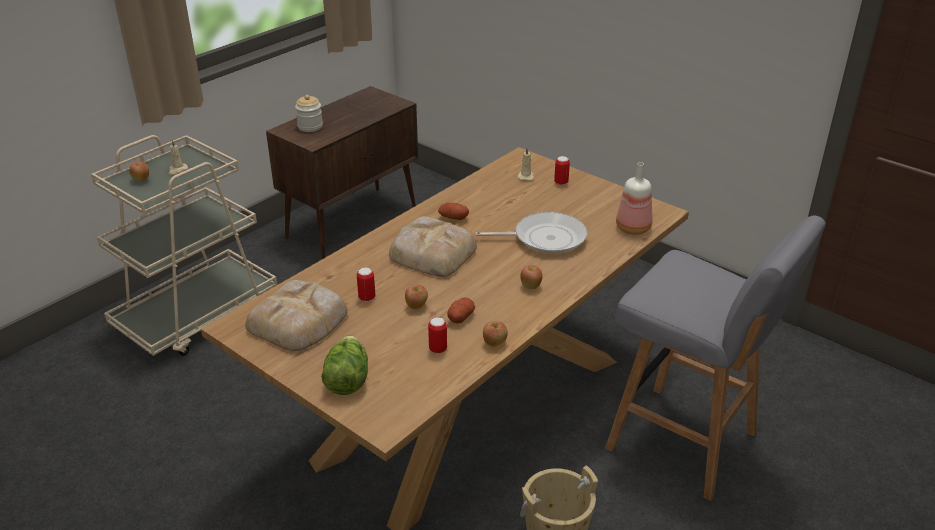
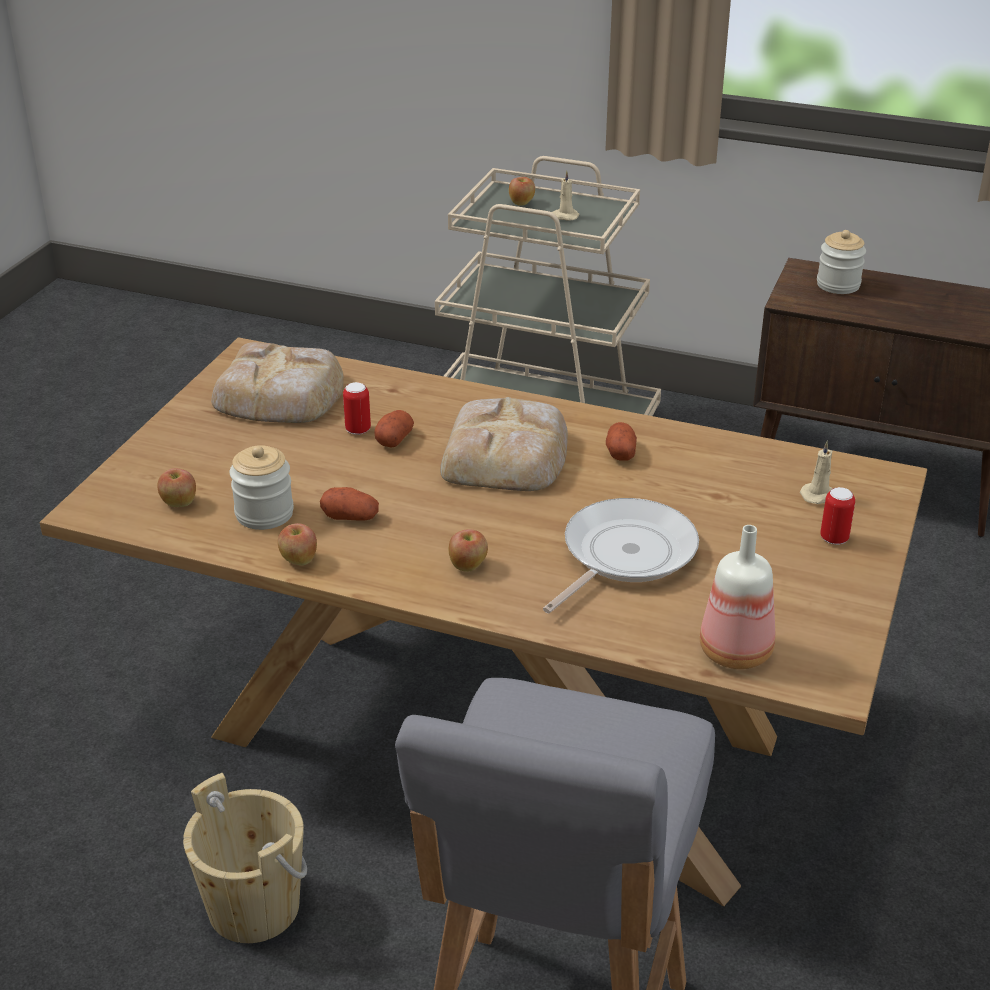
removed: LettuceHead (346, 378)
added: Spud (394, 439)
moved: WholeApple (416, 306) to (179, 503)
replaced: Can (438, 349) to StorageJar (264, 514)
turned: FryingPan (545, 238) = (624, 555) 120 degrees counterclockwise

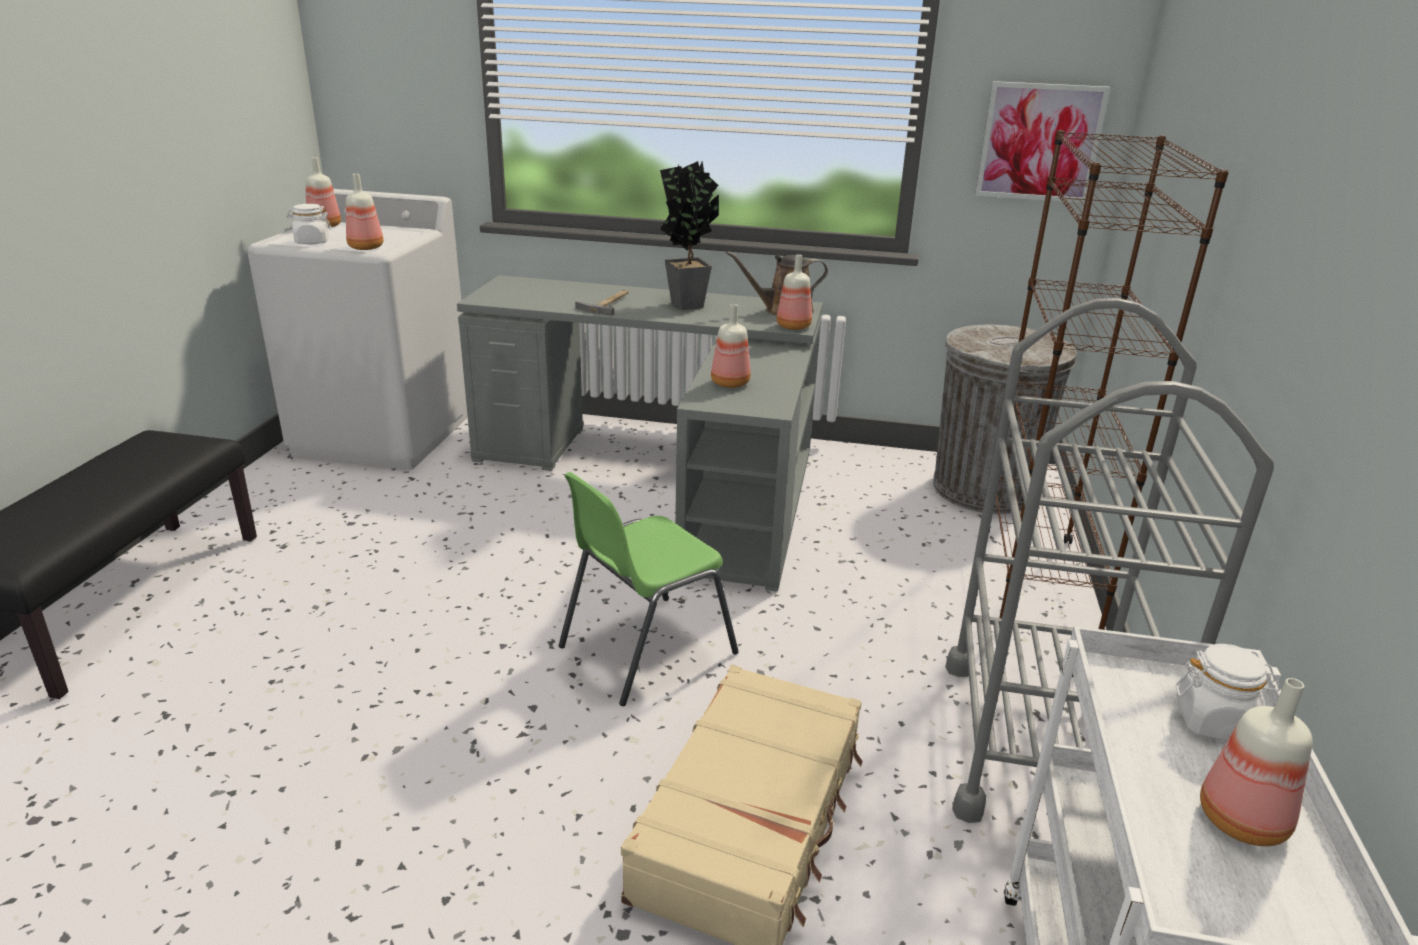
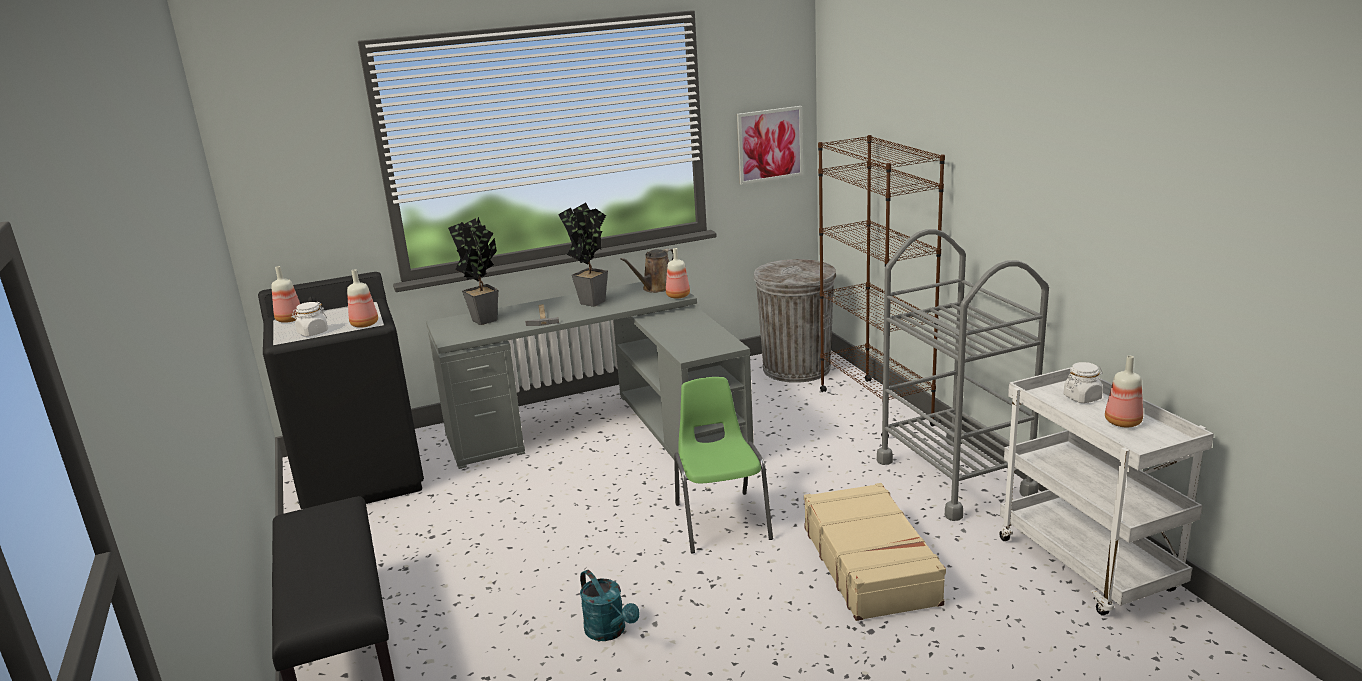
removed: Bottle (730, 384)
added: Houseplant (485, 318); BlueGreenWateringCan (610, 632)
recoloured: WhitishWashingMachine (384, 435) to BlackWashingMachine (362, 477)
turned: GreenChair (644, 649) = (721, 520) 150 degrees clockwise

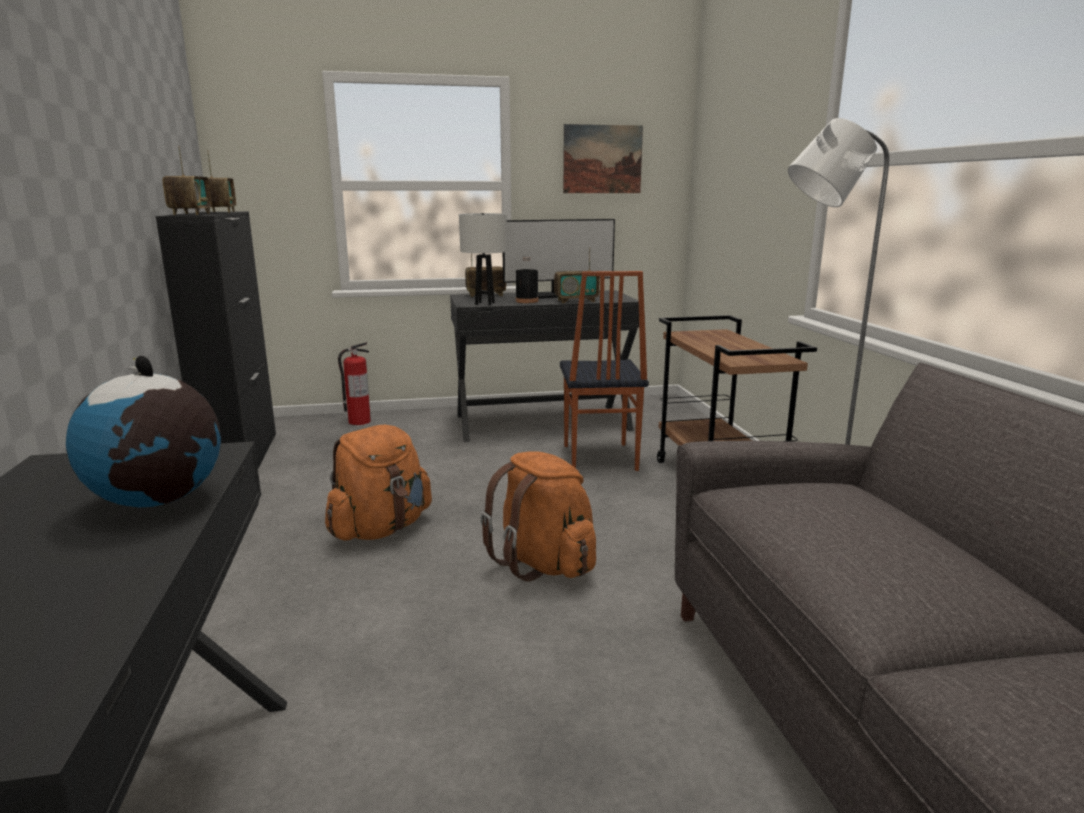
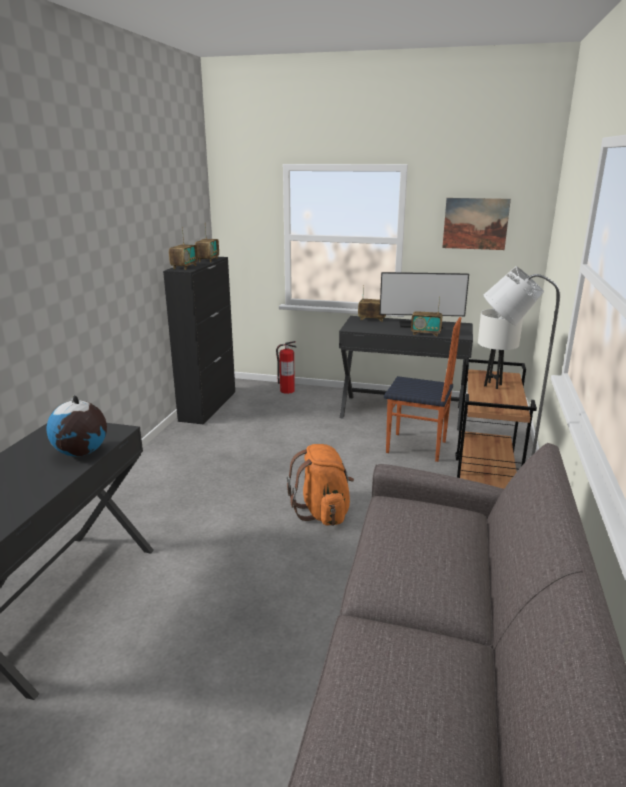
removed: BlackBottle (527, 301); OrangeColouredBackpack (381, 529)
moved: WhitishTabletopLamp (484, 303) to (492, 385)
turned: Chair (598, 458) = (416, 447) 90 degrees counterclockwise

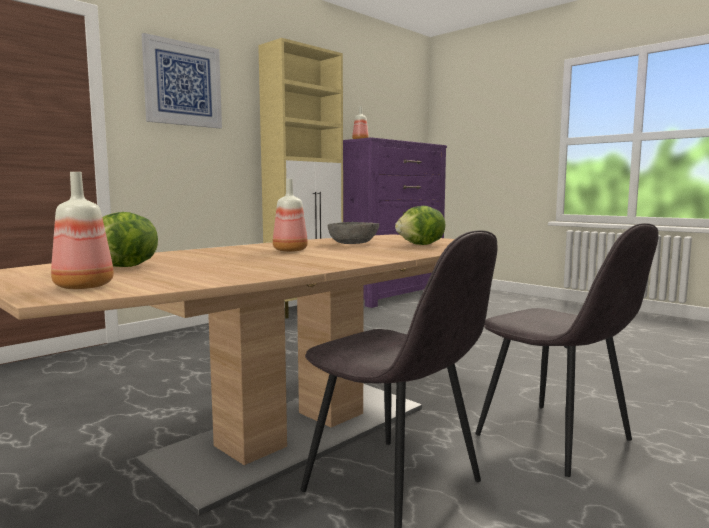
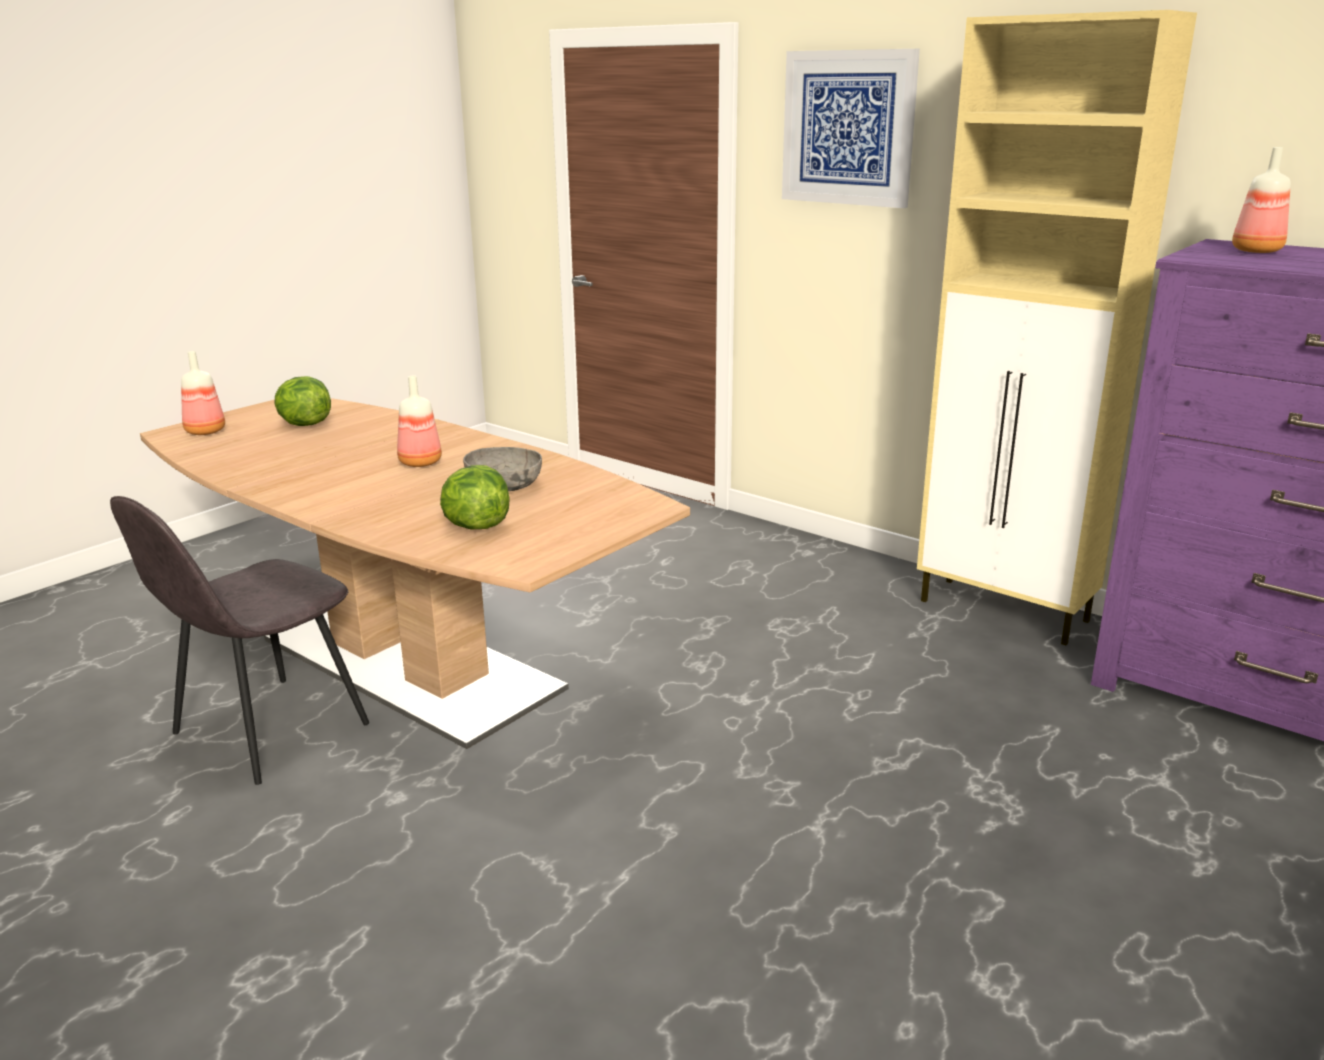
removed: GrayChair (556, 439)

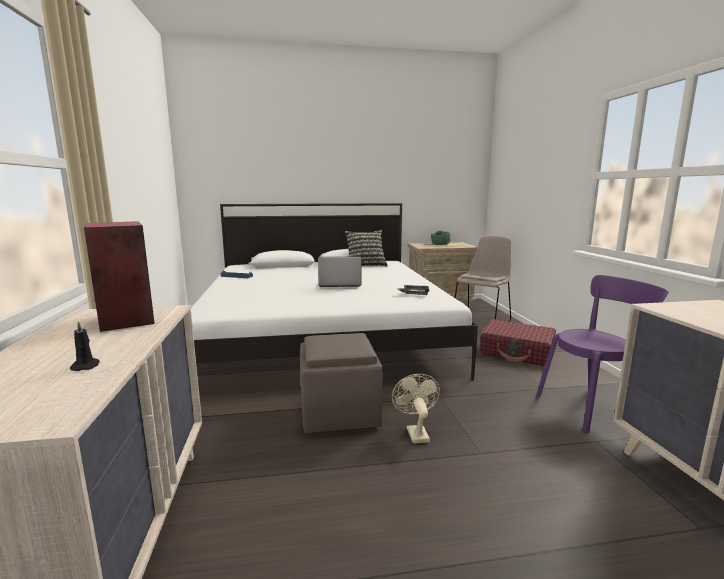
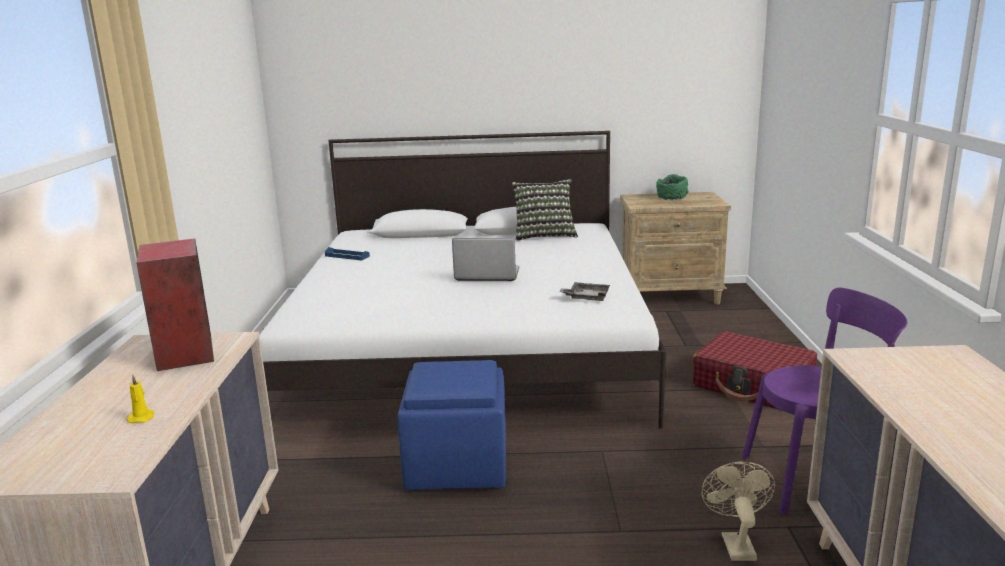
removed: SandColouredChair (481, 321)
moved: SandColouredCoolingFan (415, 432) to (735, 543)
recoloured: BlackCandle (86, 366) to YellowColouredCandle (142, 417); BrownColouredFootrest (340, 412) to BlueFootrest (458, 464)

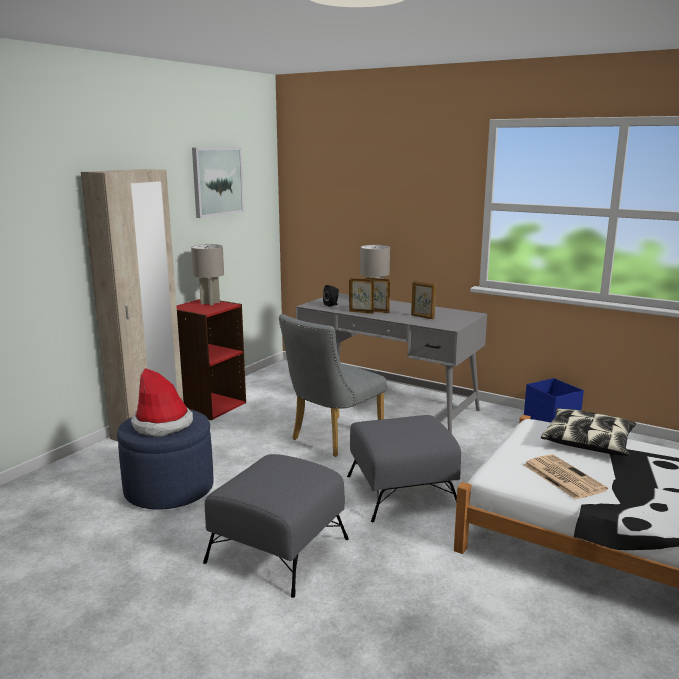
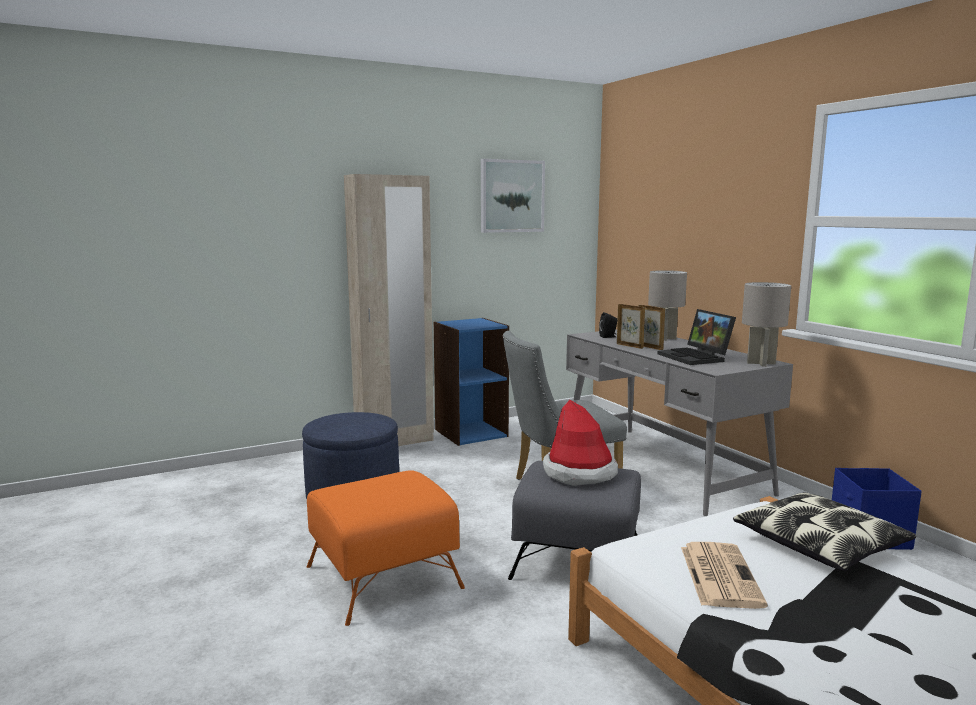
moved: GrayTabletopLamp (209, 303) to (760, 363); ClothingHat (163, 424) to (580, 472)
replaced: PhotoFrame (422, 317) to Laptop (696, 357)
recoloured: RedShelvingUnit (209, 406) to BlueShelvingUnit (471, 433); GrayFootrest (279, 550) to OrangeColouredFootrest (384, 577)

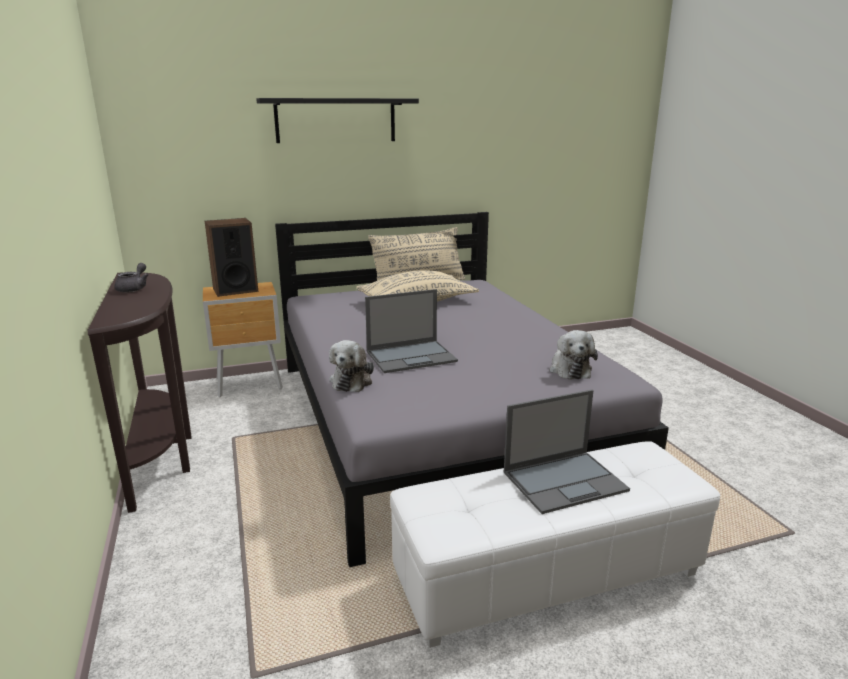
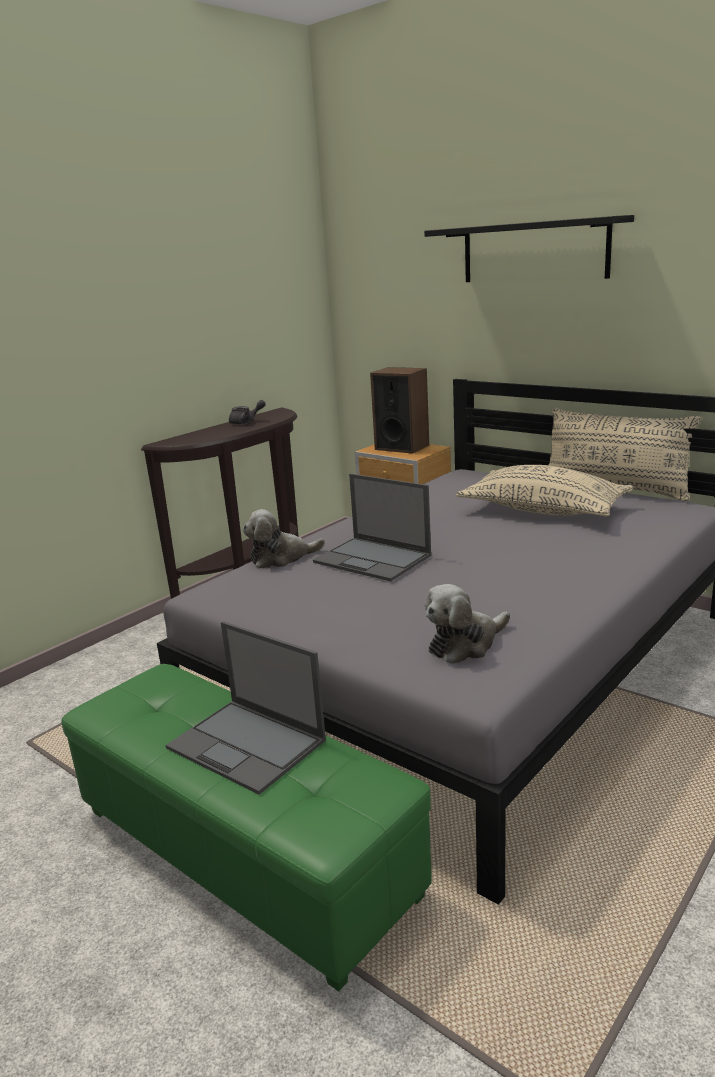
recoloured: WhitishFootrest (547, 573) to GreenFootrest (246, 851)

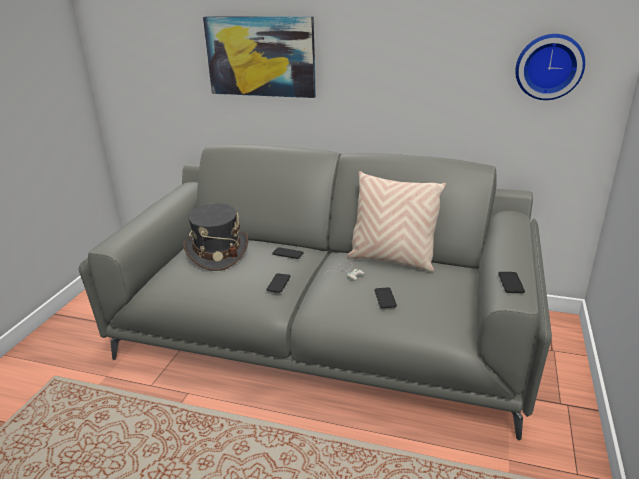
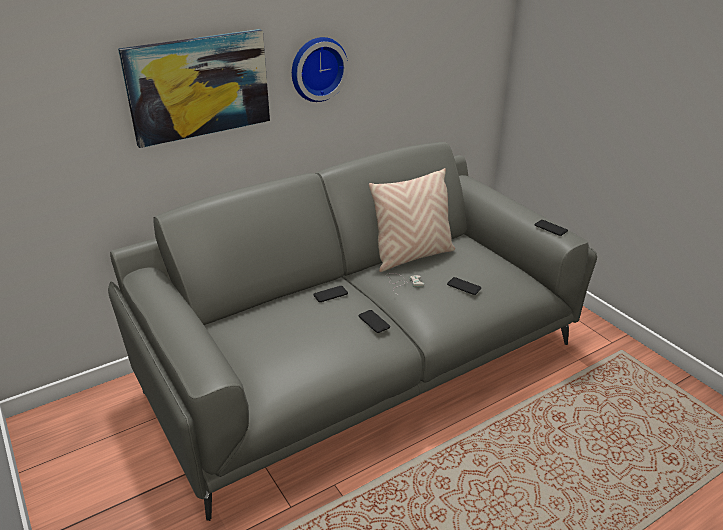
removed: GrayClothingHat (217, 252)
moved: ClockOnTheWall (549, 66) to (317, 68)

